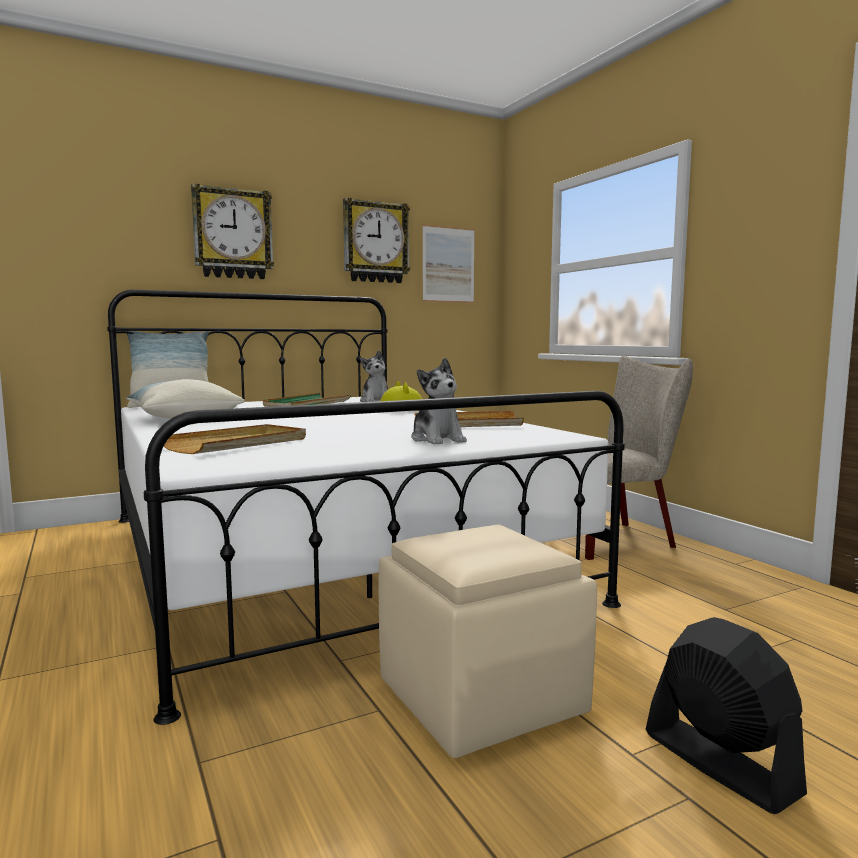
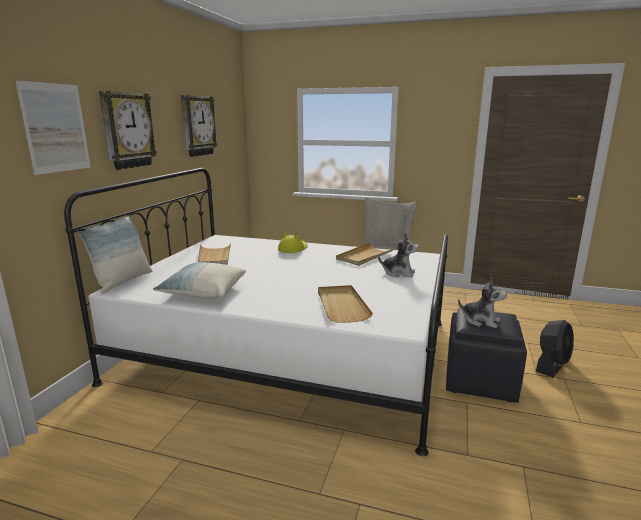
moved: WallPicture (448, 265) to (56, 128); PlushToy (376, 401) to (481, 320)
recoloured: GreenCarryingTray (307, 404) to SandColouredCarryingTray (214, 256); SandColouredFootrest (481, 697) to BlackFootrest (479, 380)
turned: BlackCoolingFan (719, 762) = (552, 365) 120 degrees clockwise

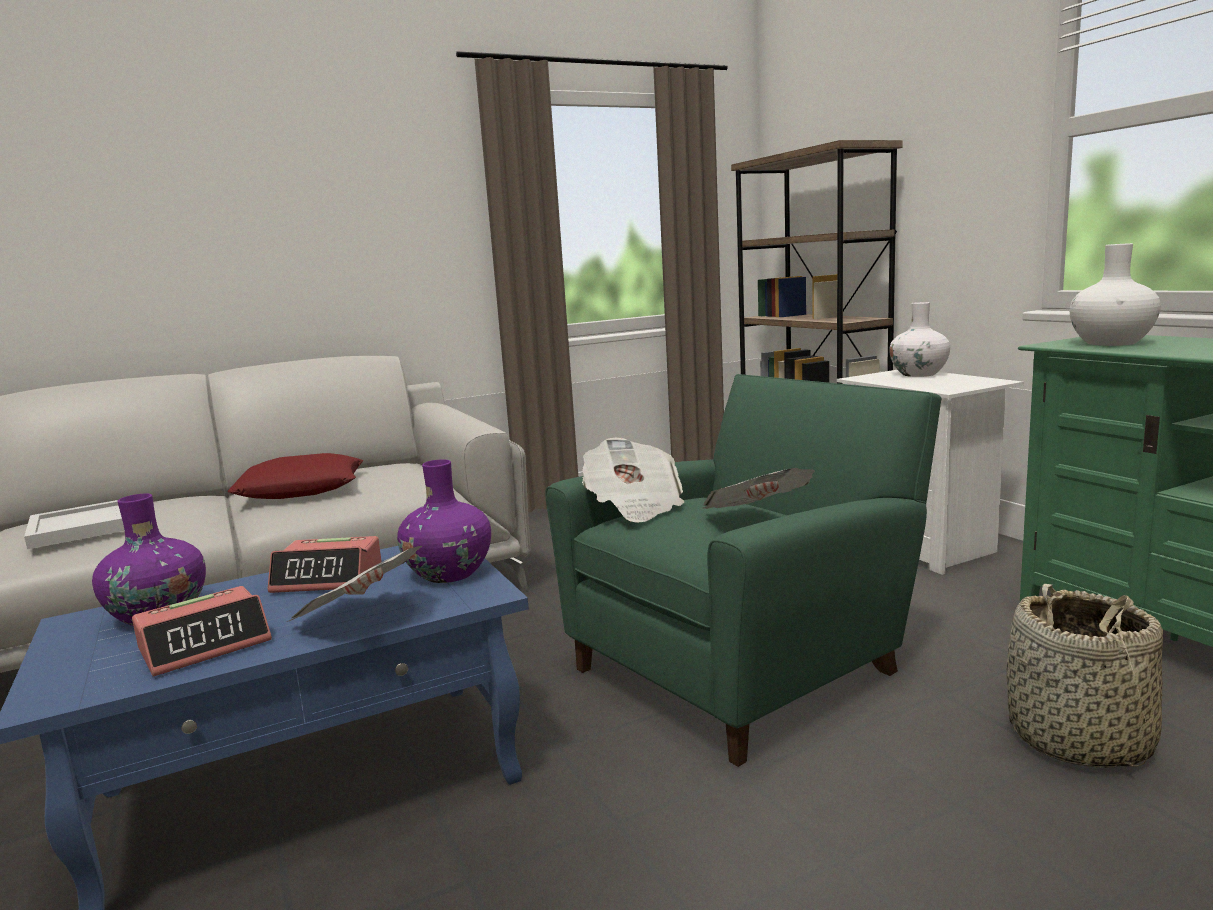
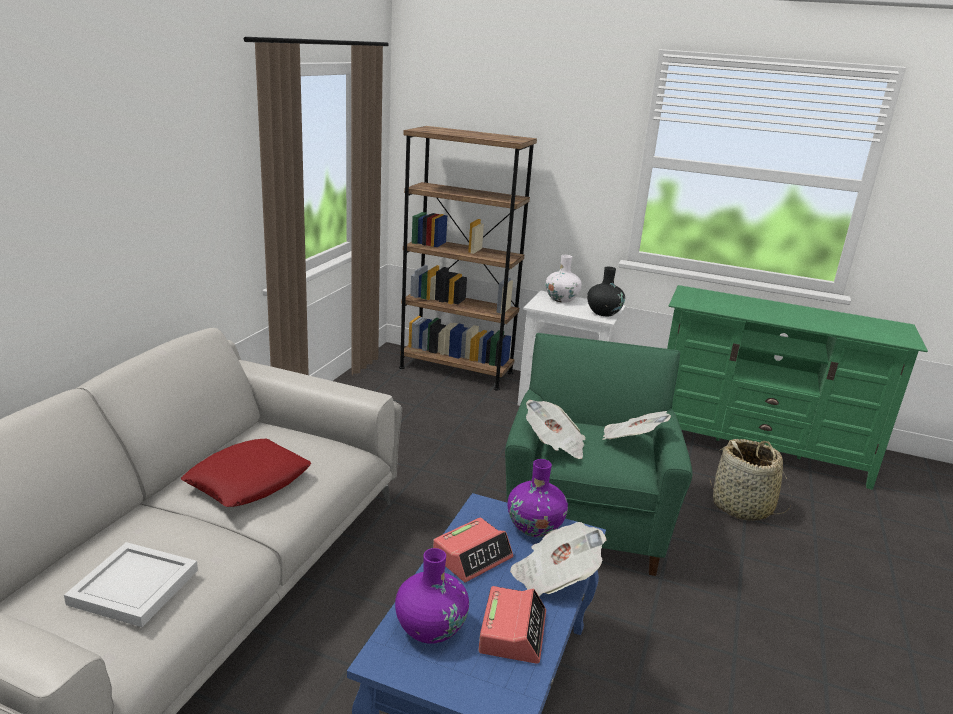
removed: WhitishVase (1110, 343)
added: BlackVase (603, 312)

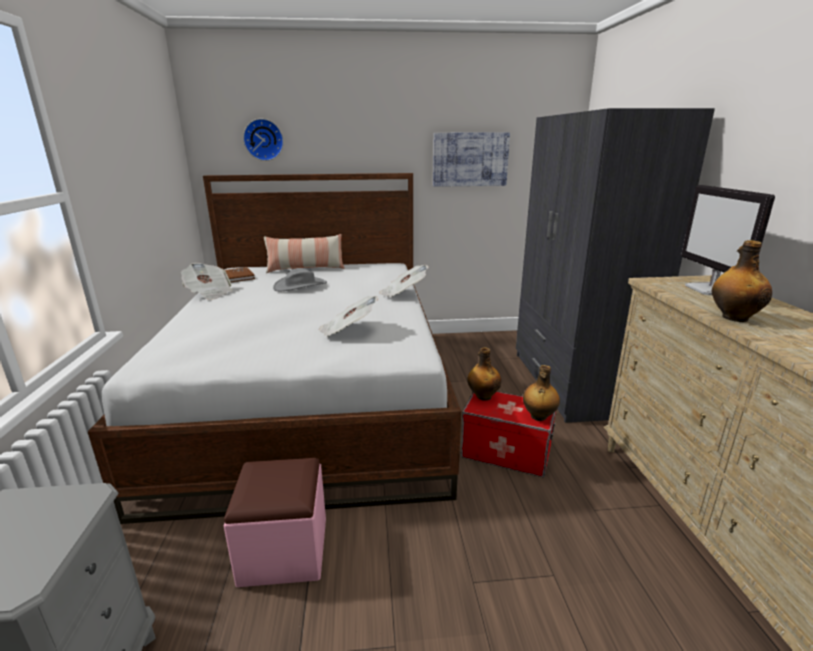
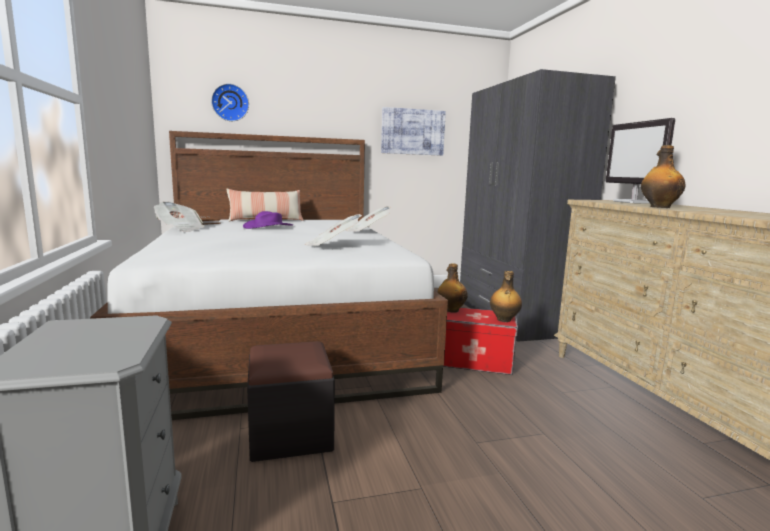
recoloured: GrayClothingHat (300, 285) to PurpleClothingHat (268, 226); PinkColouredFootrest (284, 550) to BlackFootrest (290, 434)

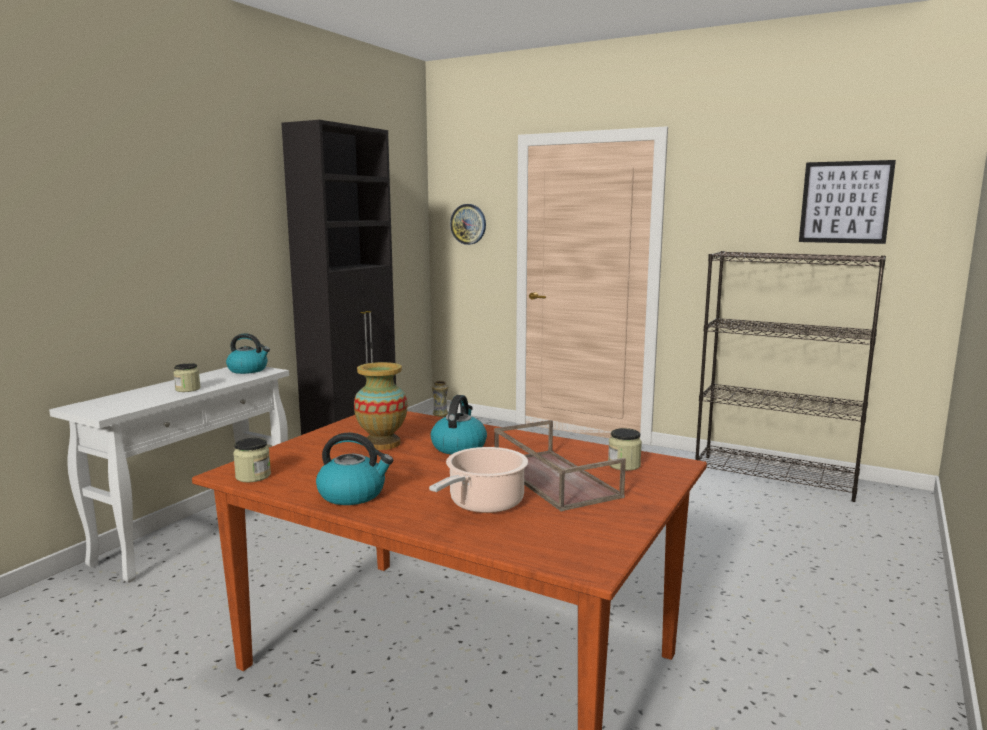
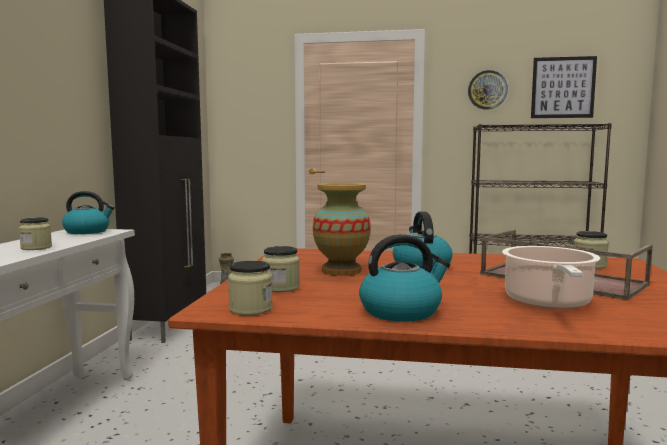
added: StorageJar (281, 287)
moved: ClockOnTheWall (468, 224) to (487, 90)

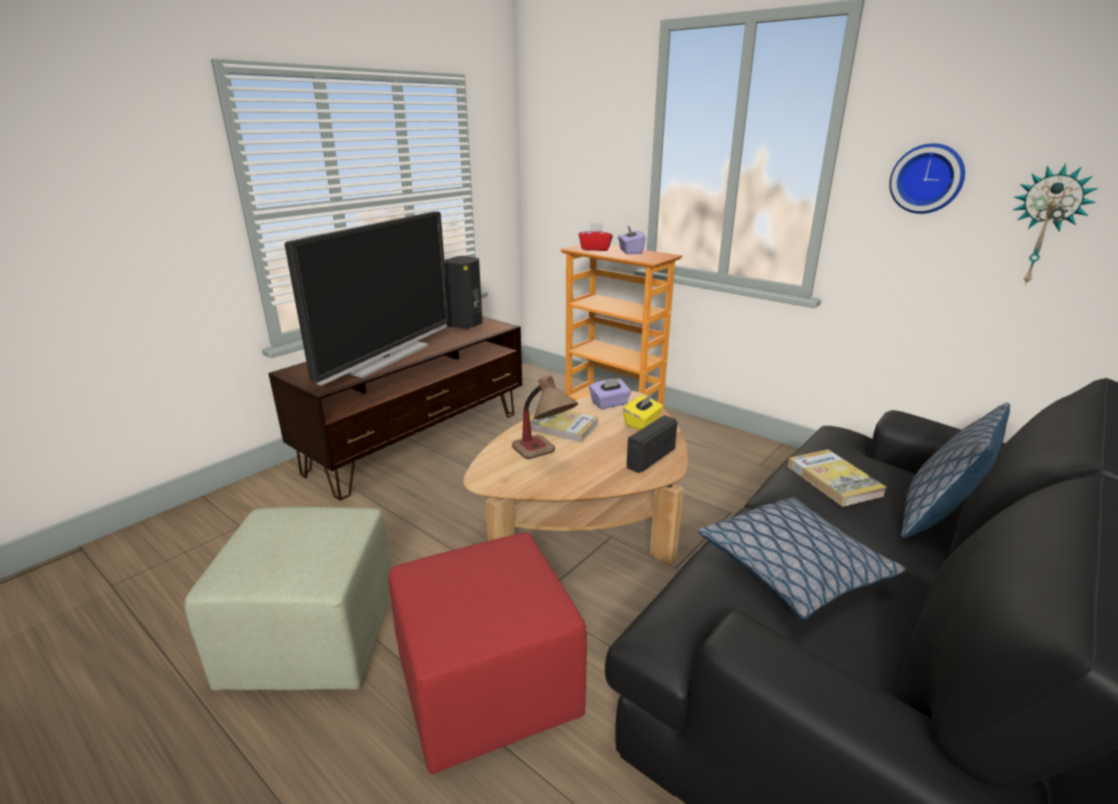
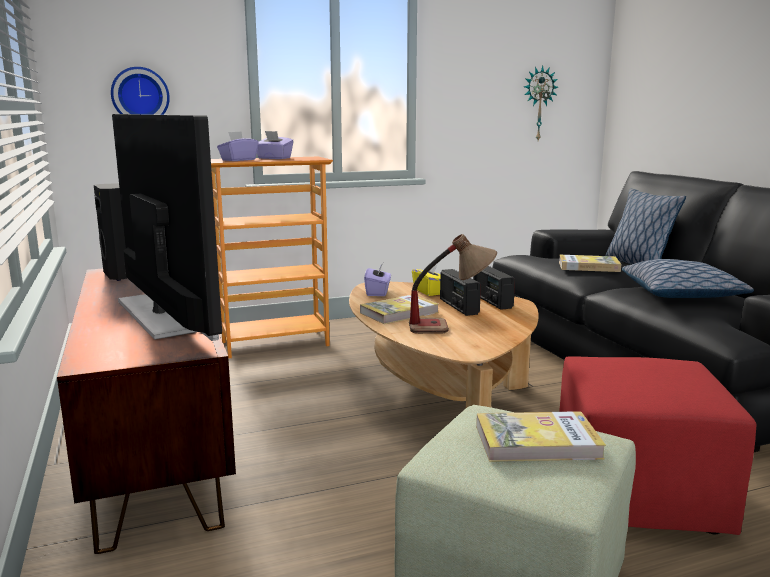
added: RadioReceiver (458, 307); Volume (537, 442)
moved: ClockOnTheWall (927, 178) to (140, 95)
recoloured: RedTissueHolder (595, 249) to PurpleTissueHolder (238, 160)

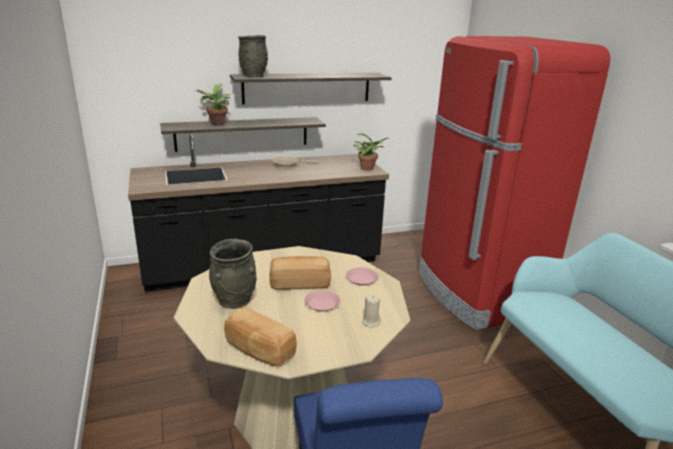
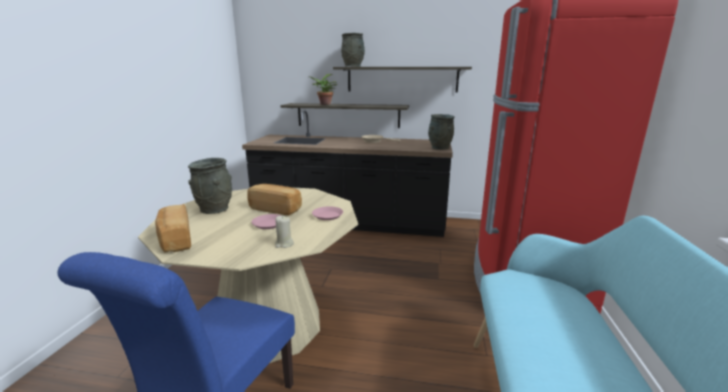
replaced: Houseplant (369, 168) to GrayVase (439, 148)

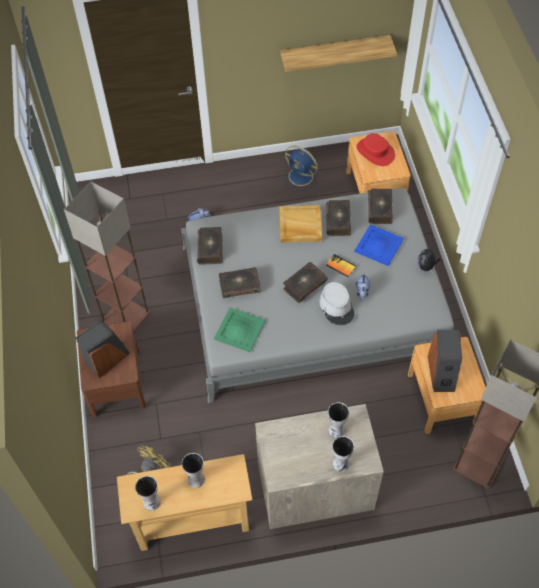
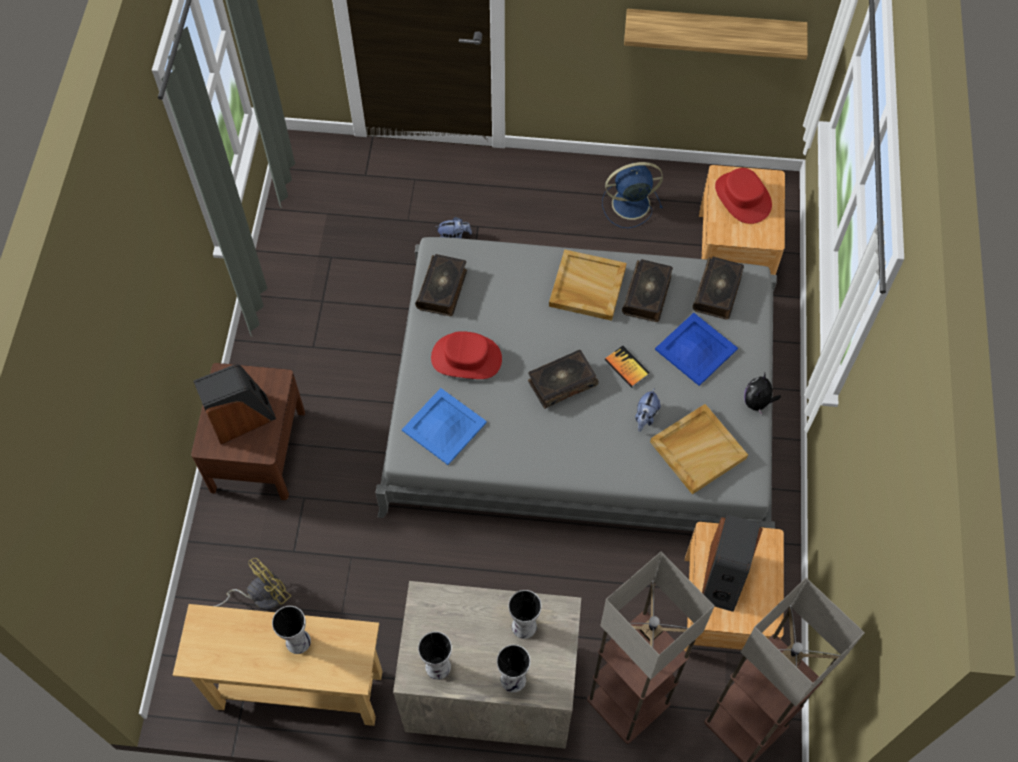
removed: GrayClothingHat (337, 306)
added: SandColouredCarryingTray (698, 449)
moved: StandingLamp (126, 318) to (628, 703); Vase (151, 503) to (437, 668)
replaced: Volume (239, 285) to RedClothingHat (466, 358)
recoloured: GreenCarryingTray (239, 329) to BlueCarryingTray (444, 425)
turned: BlueCoolingFan (301, 177) = (629, 204) 120 degrees clockwise

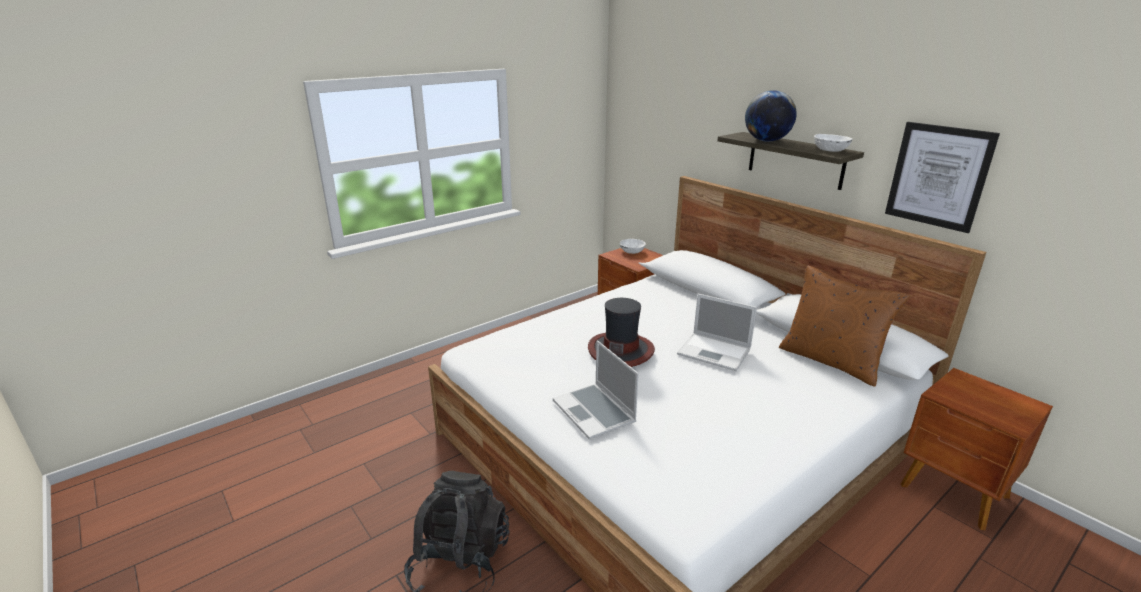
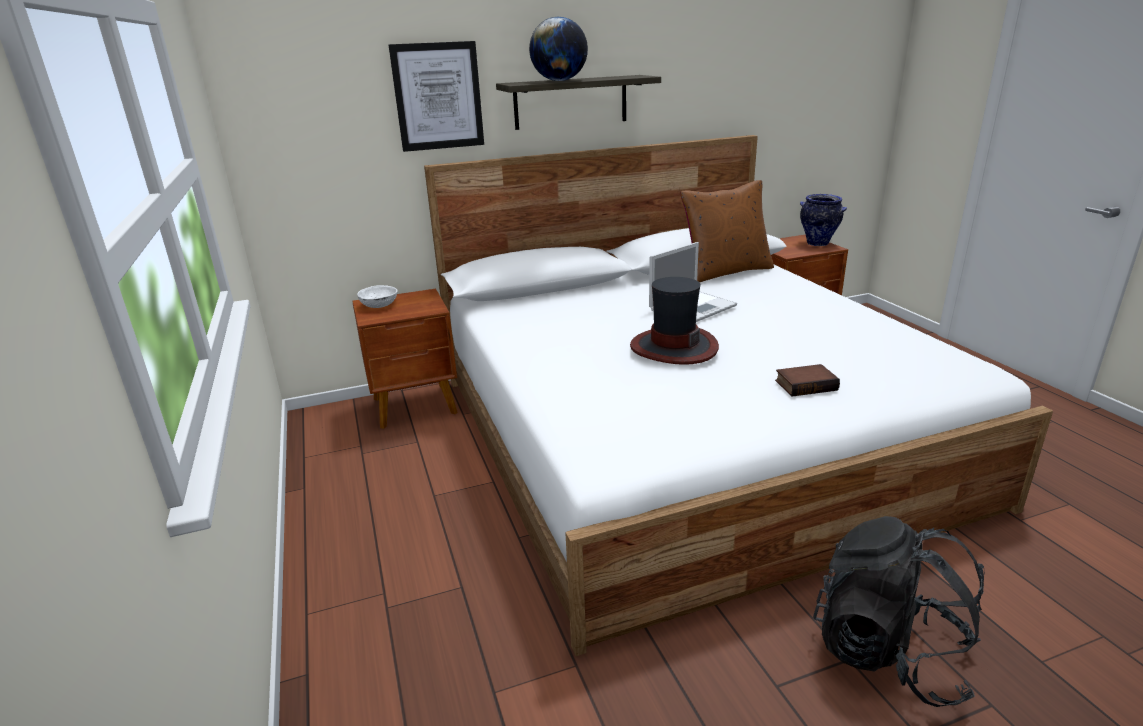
removed: WhitishBowl (830, 150)
added: Vase (818, 243)
moved: WallPicture (938, 176) to (438, 96)
replaced: Laptop (595, 412) to Volume (806, 384)

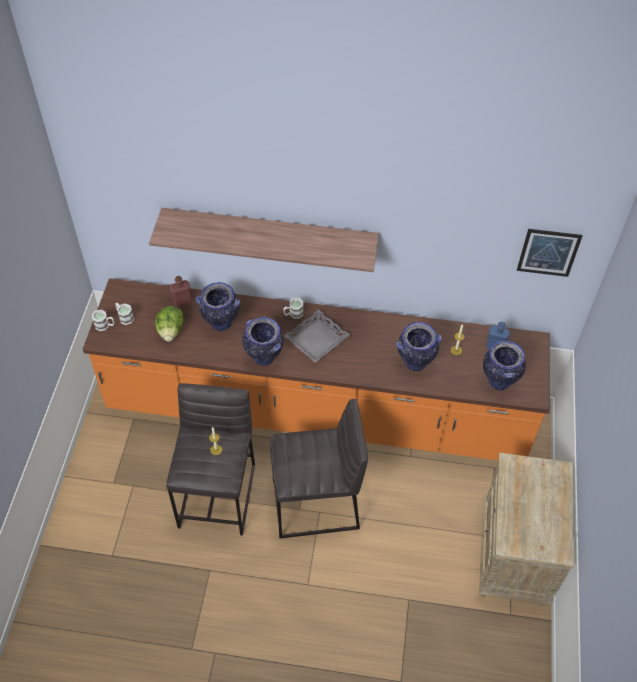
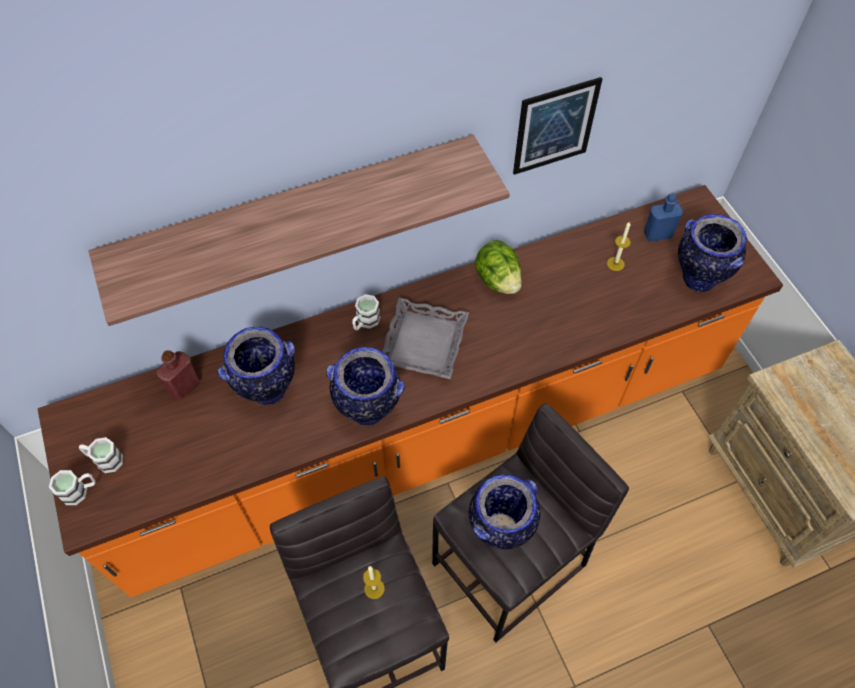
moved: WallPicture (548, 252) to (555, 126); LettuceHead (170, 331) to (498, 280); Vase (415, 363) to (500, 530)

